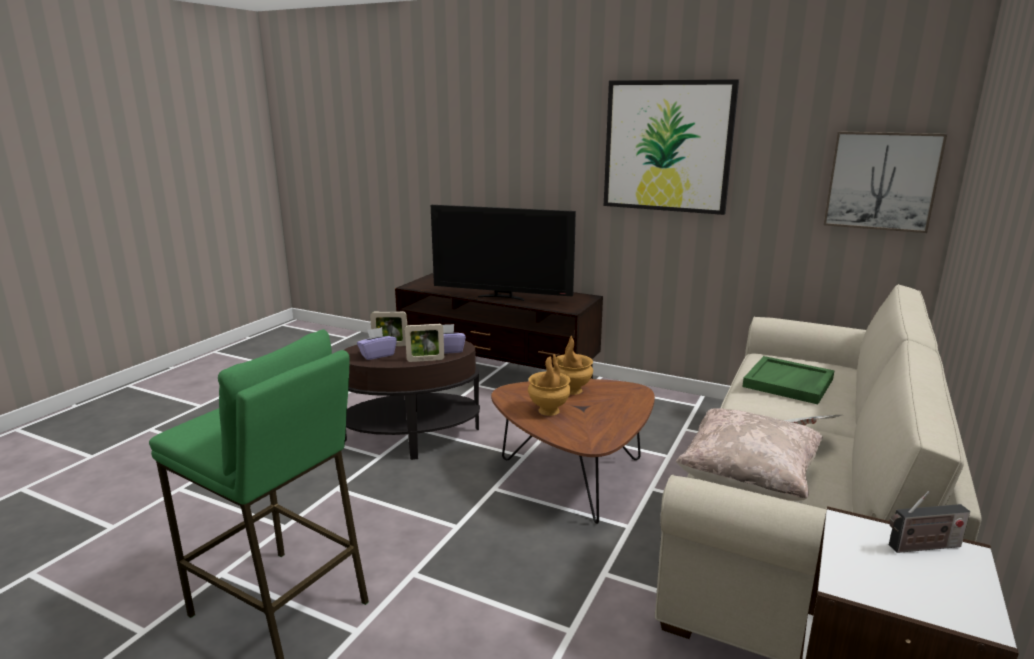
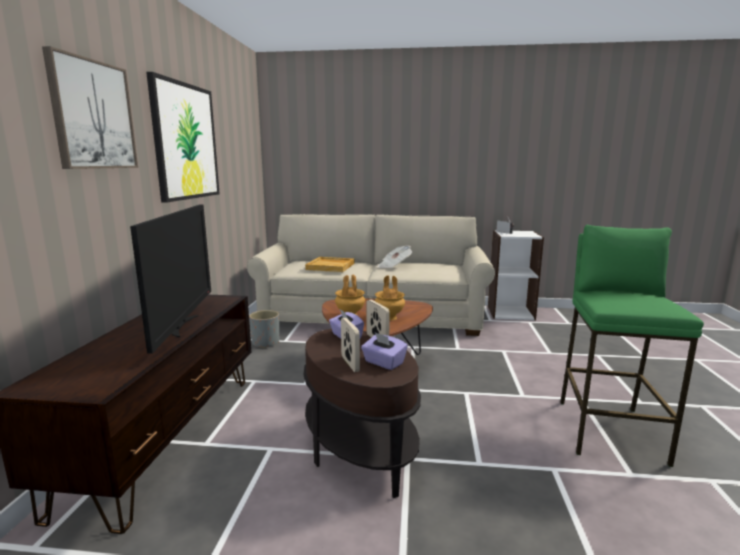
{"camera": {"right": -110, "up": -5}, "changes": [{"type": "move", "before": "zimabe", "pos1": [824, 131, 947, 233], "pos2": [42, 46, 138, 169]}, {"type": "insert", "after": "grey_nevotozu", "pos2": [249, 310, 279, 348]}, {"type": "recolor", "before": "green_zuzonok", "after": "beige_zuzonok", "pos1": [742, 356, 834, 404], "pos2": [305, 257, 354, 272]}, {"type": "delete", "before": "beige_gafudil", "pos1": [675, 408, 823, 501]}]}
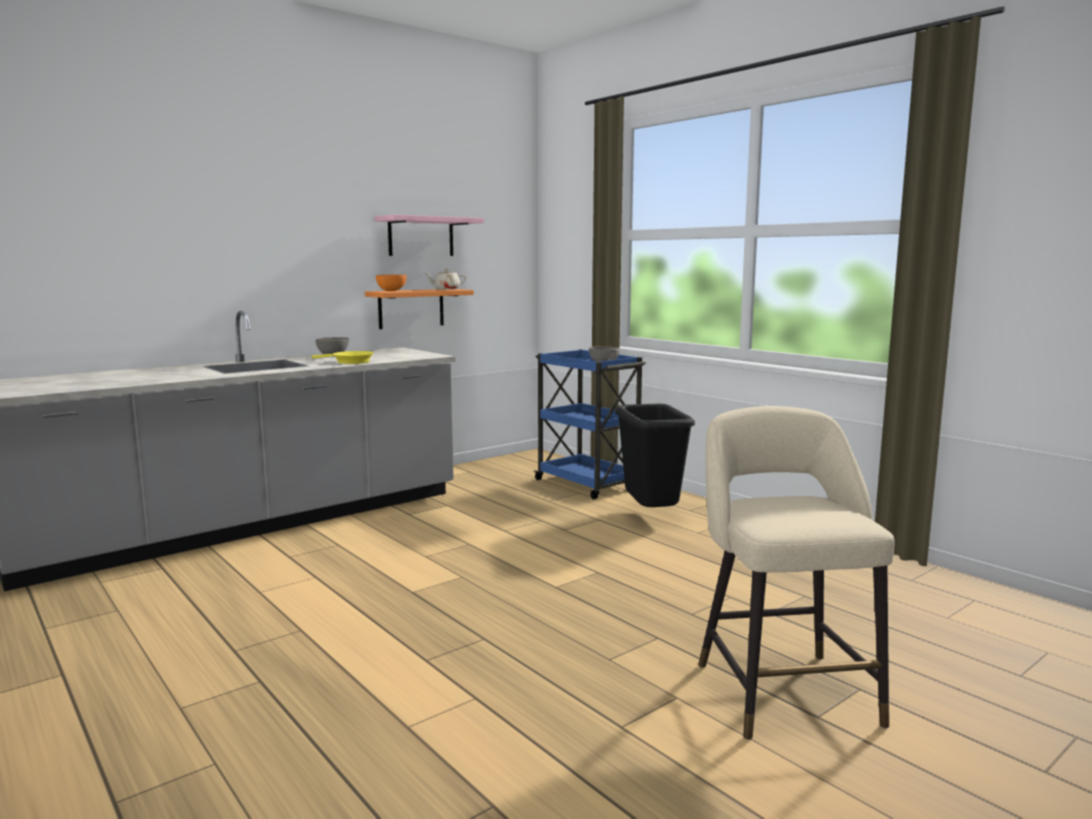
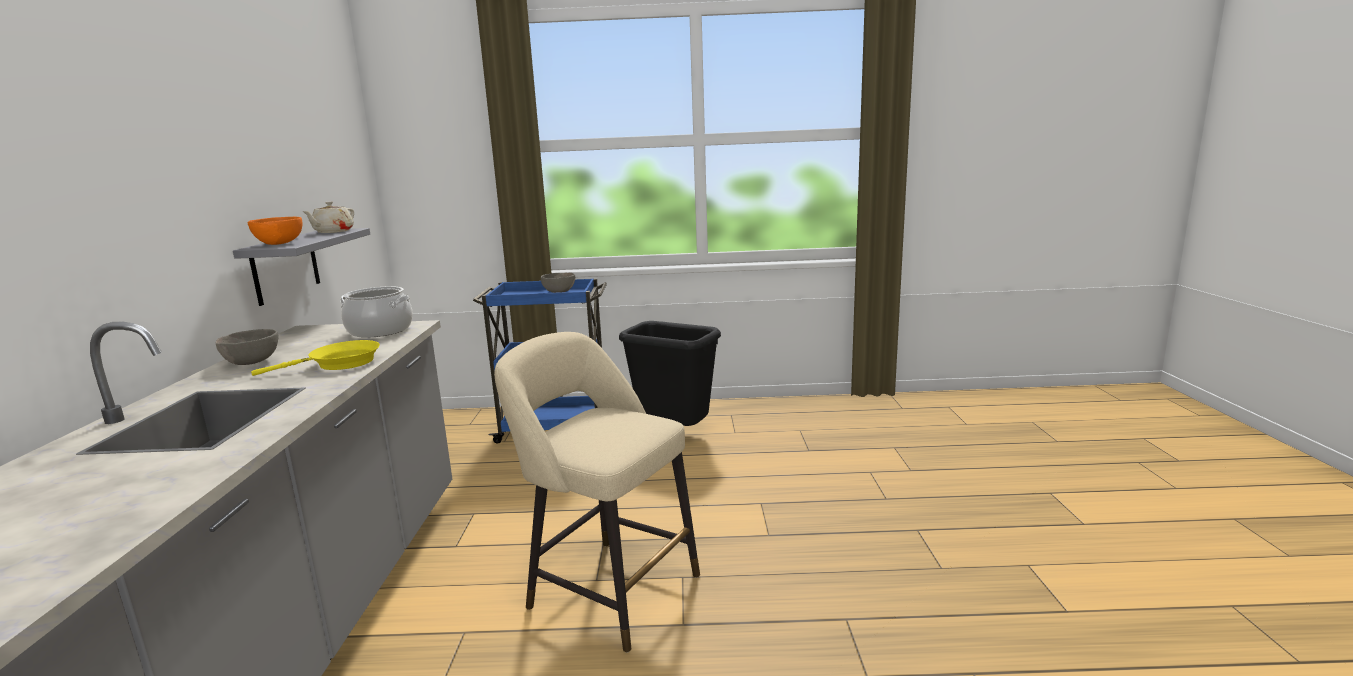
{"camera": {"right": -50, "up": 5}, "changes": [{"type": "recolor", "before": "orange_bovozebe", "after": "grey_bovozebe", "pos1": [365, 289, 474, 329], "pos2": [233, 228, 370, 306]}, {"type": "insert", "after": "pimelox", "pos2": [340, 286, 413, 338]}, {"type": "move", "before": "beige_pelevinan", "pos1": [698, 406, 895, 740], "pos2": [494, 332, 700, 653]}, {"type": "delete", "before": "pink_bovozebe", "pos1": [375, 215, 484, 256]}]}
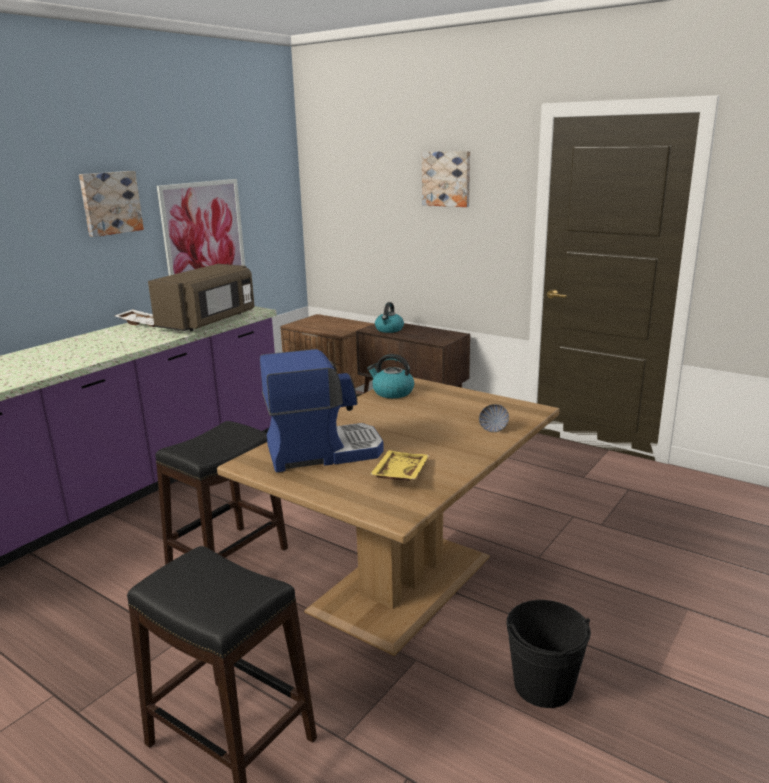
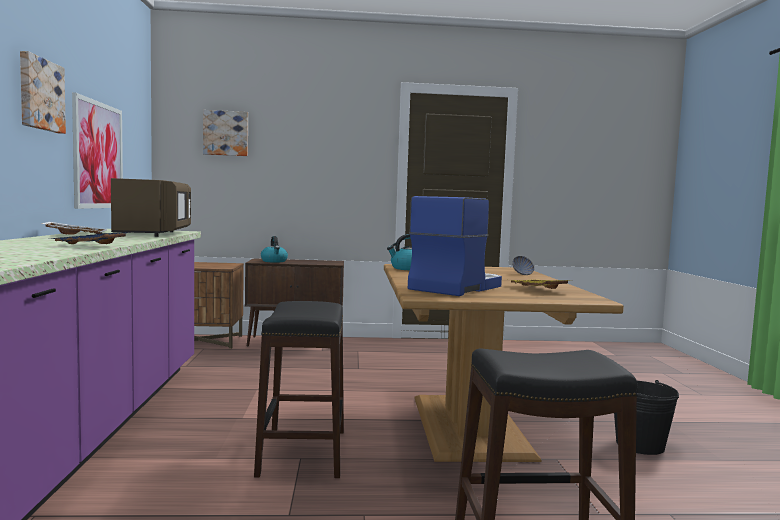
{"camera": {"right": -40, "up": -15}, "changes": [{"type": "insert", "after": "blue_zuzonok", "pos2": [47, 232, 132, 244]}, {"type": "move", "before": "zimabe", "pos1": [422, 151, 470, 207], "pos2": [203, 110, 248, 156]}]}
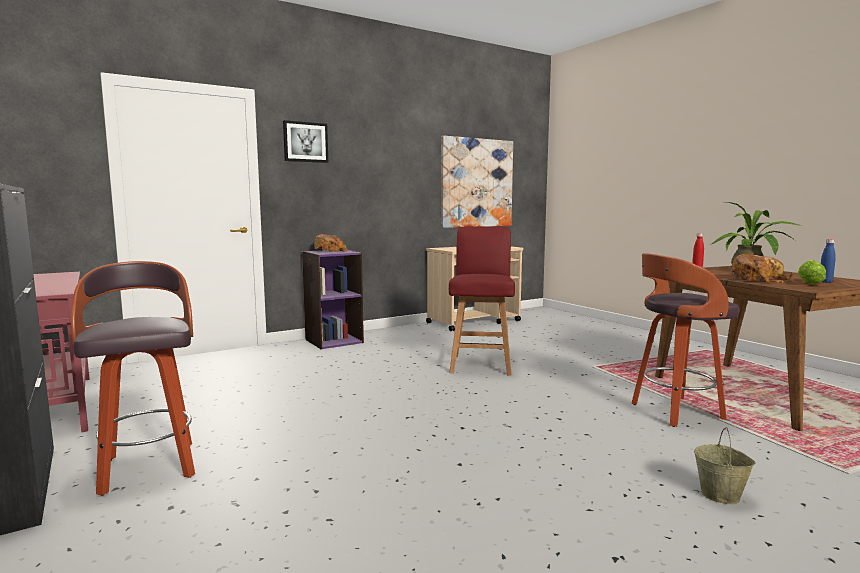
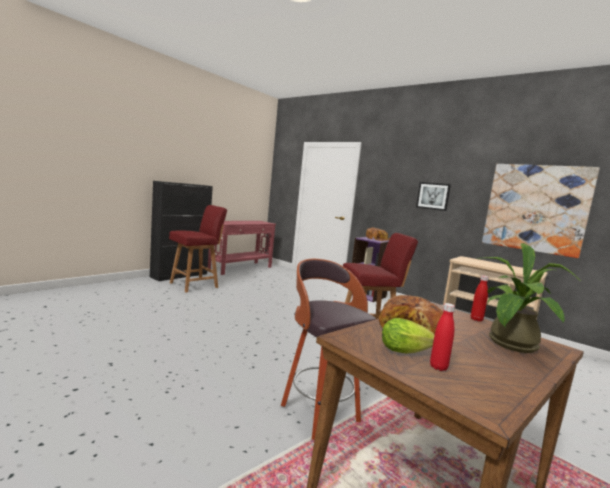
{"camera": {"right": 70, "up": 0}, "changes": [{"type": "replace", "before": "pelevinan", "after": "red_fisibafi", "pos1": [71, 261, 195, 496], "pos2": [169, 205, 227, 292]}, {"type": "move", "before": "zimabe", "pos1": [283, 120, 328, 163], "pos2": [416, 182, 451, 211]}, {"type": "recolor", "before": "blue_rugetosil", "after": "red_rugetosil", "pos1": [821, 239, 836, 283], "pos2": [430, 303, 455, 371]}, {"type": "delete", "before": "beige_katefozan", "pos1": [694, 427, 755, 504]}]}
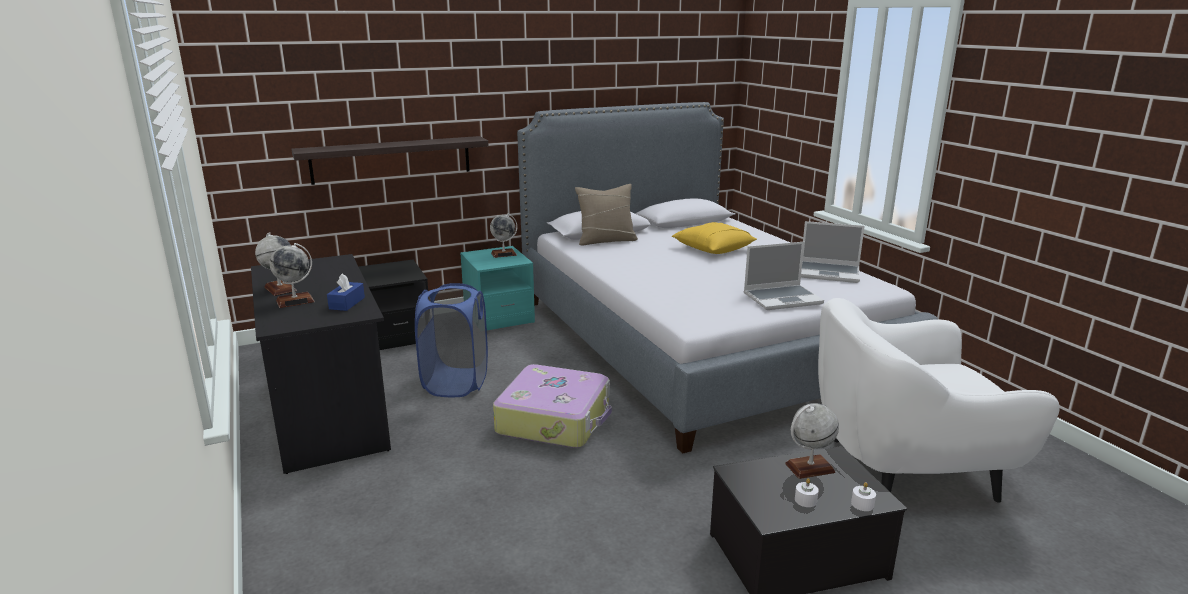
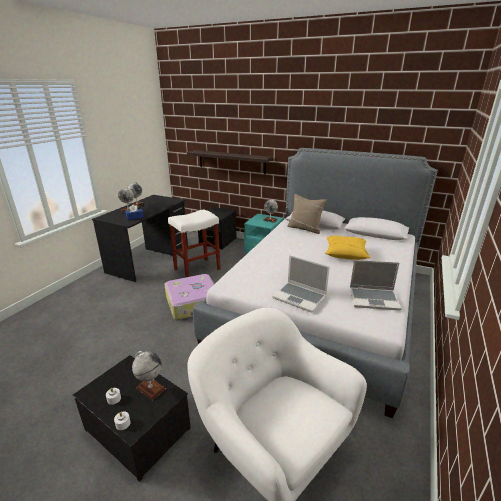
{"camera": {"right": 50, "up": 5}, "changes": [{"type": "replace", "before": "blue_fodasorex", "after": "white_pelevinan", "pos1": [415, 283, 488, 397], "pos2": [168, 209, 221, 278]}, {"type": "rotate", "before": "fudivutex", "pos1": [801, 221, 865, 283], "pos2": [350, 260, 402, 311], "turn": -60}]}
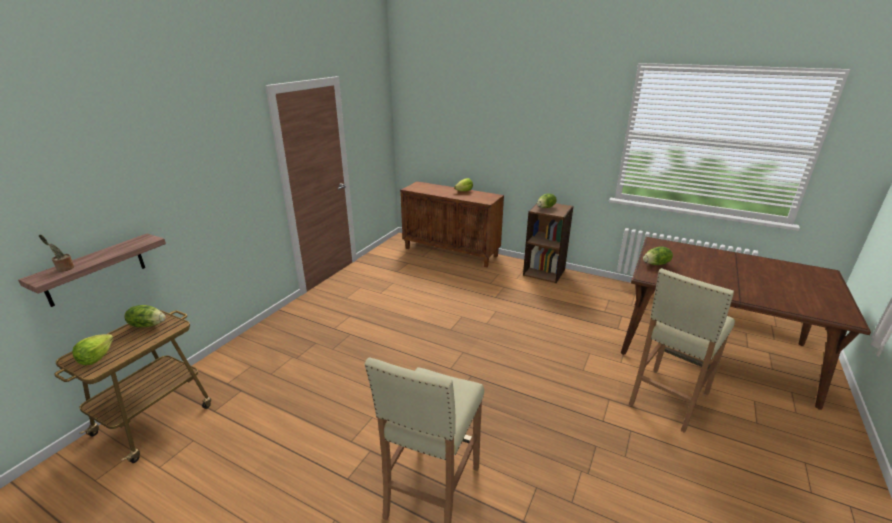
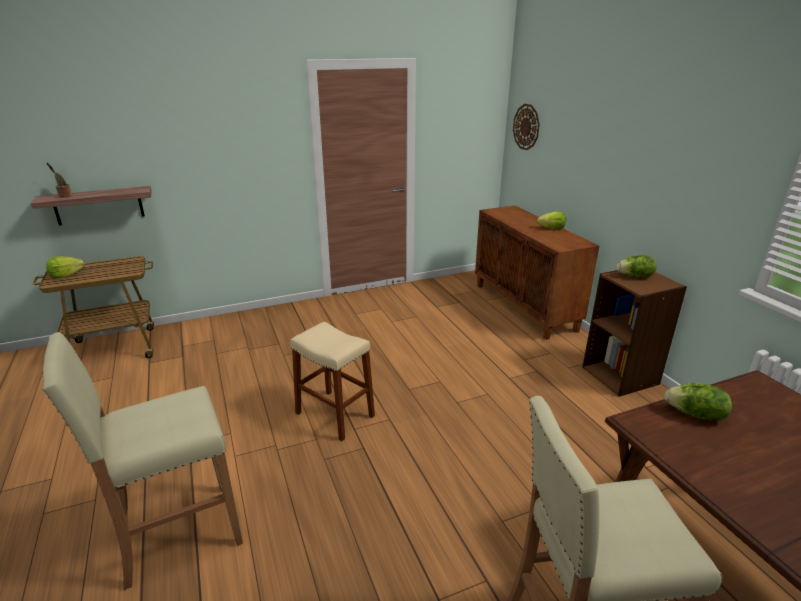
{"camera": {"right": 40, "up": 0}, "changes": [{"type": "insert", "after": "beige_pelevinan", "pos2": [290, 322, 375, 441]}, {"type": "insert", "after": "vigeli", "pos2": [513, 104, 540, 150]}, {"type": "delete", "before": "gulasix", "pos1": [124, 305, 166, 327]}]}
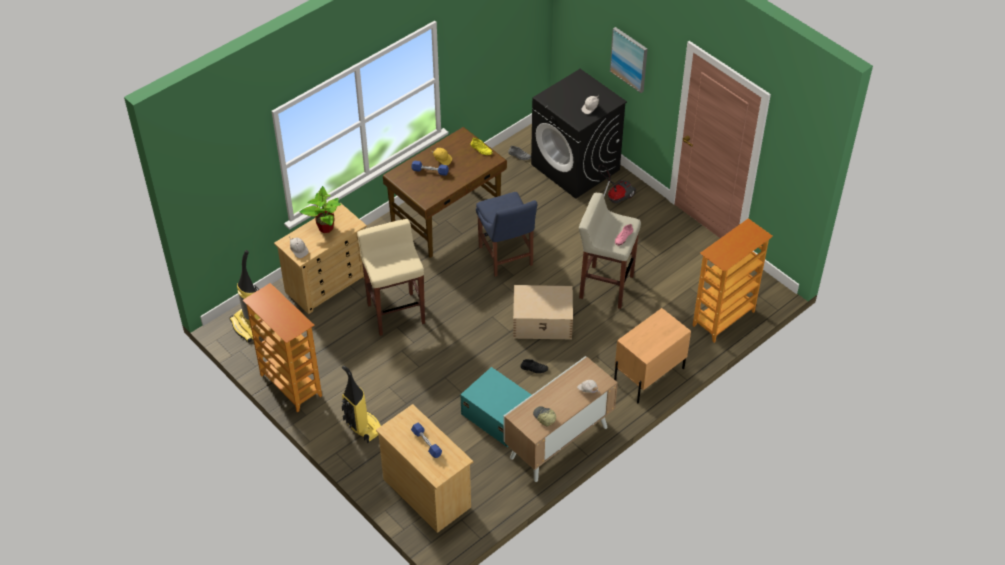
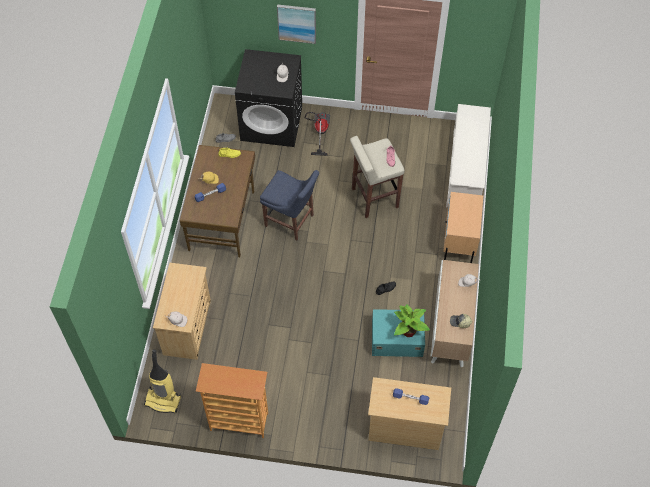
{"camera": {"right": -40, "up": 10}, "changes": [{"type": "move", "before": "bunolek", "pos1": [299, 186, 341, 233], "pos2": [394, 304, 430, 337]}, {"type": "replace", "before": "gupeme", "after": "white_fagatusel", "pos1": [693, 218, 773, 343], "pos2": [446, 104, 491, 208]}, {"type": "delete", "before": "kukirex", "pos1": [342, 366, 381, 443]}, {"type": "delete", "before": "beige_pelevinan", "pos1": [357, 219, 425, 336]}, {"type": "delete", "before": "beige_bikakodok", "pos1": [513, 285, 573, 339]}]}
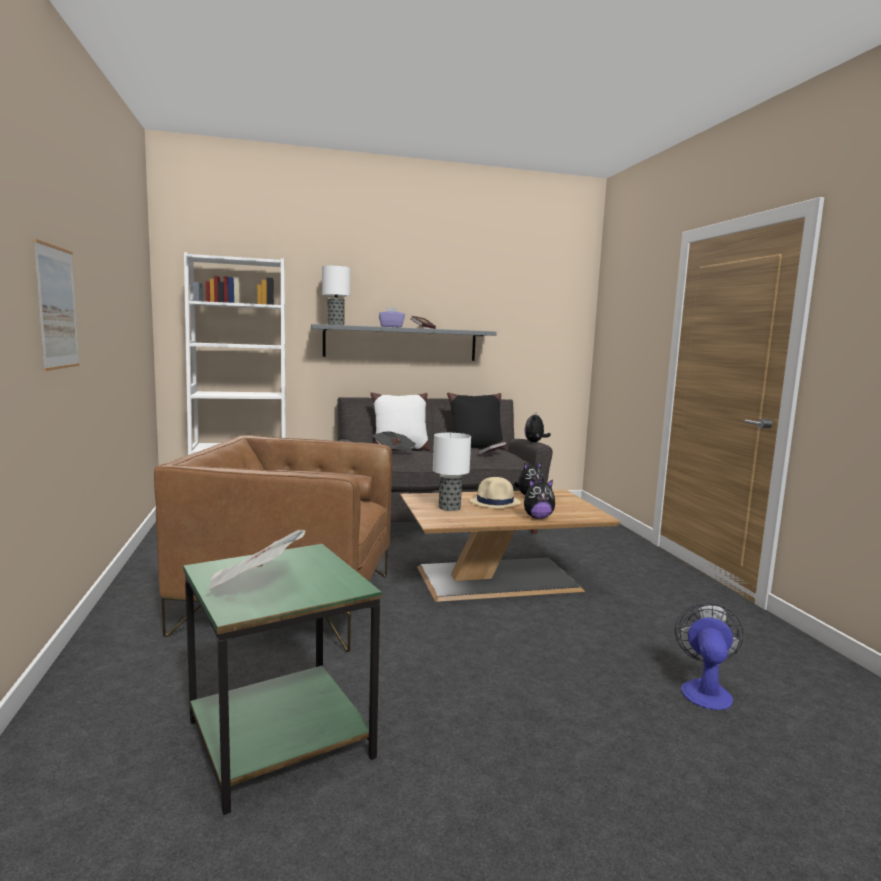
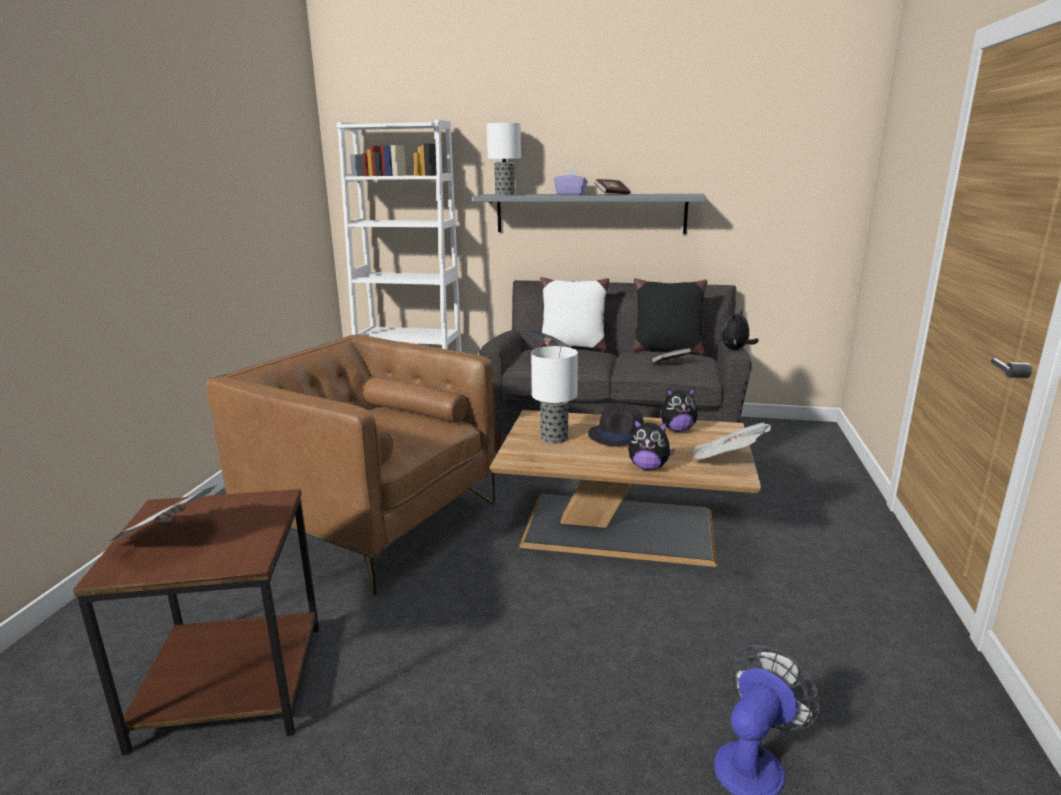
{"camera": {"right": 25, "up": 10}, "changes": [{"type": "recolor", "before": "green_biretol", "after": "brown_biretol", "pos1": [183, 544, 382, 815], "pos2": [73, 489, 319, 755]}, {"type": "recolor", "before": "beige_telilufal", "after": "black_telilufal", "pos1": [470, 477, 521, 508], "pos2": [588, 403, 644, 447]}, {"type": "insert", "after": "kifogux", "pos2": [693, 422, 771, 461]}, {"type": "delete", "before": "zimabe", "pos1": [34, 239, 80, 371]}]}
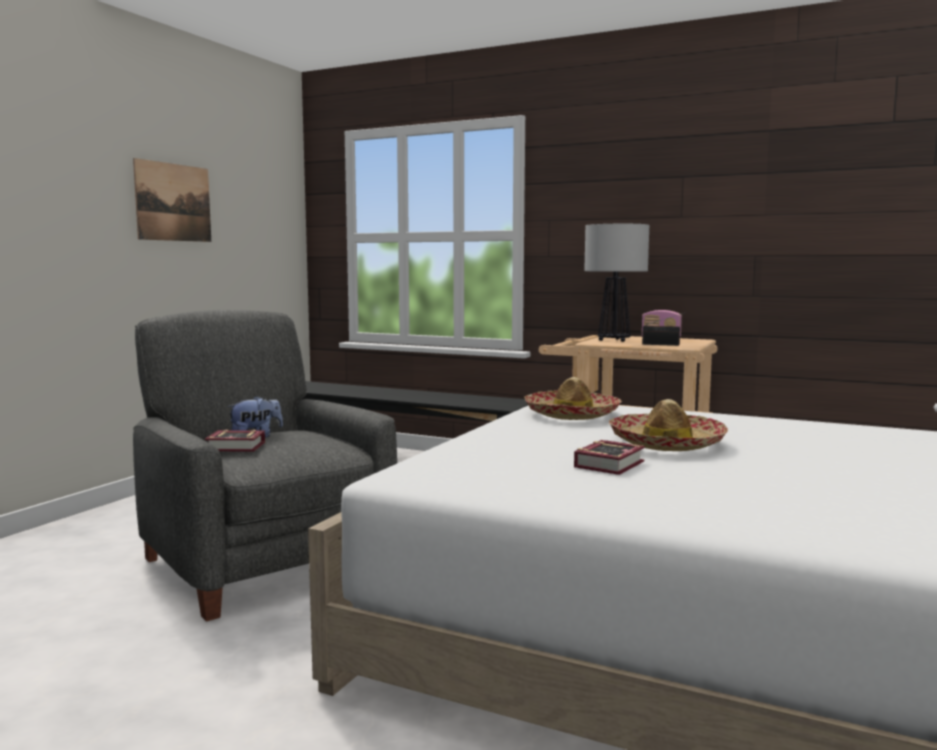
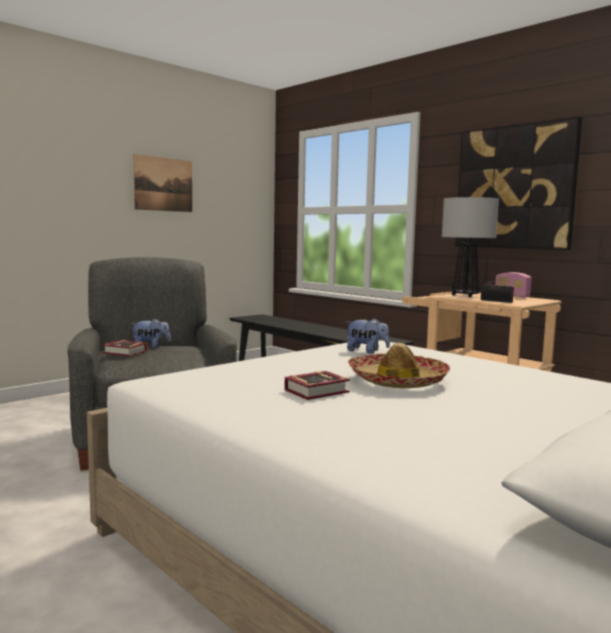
{"camera": {"right": 20, "up": 0}, "changes": [{"type": "replace", "before": "telilufal", "after": "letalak", "pos1": [524, 377, 622, 420], "pos2": [346, 318, 390, 354]}, {"type": "insert", "after": "zimabe", "pos2": [455, 117, 582, 250]}]}
